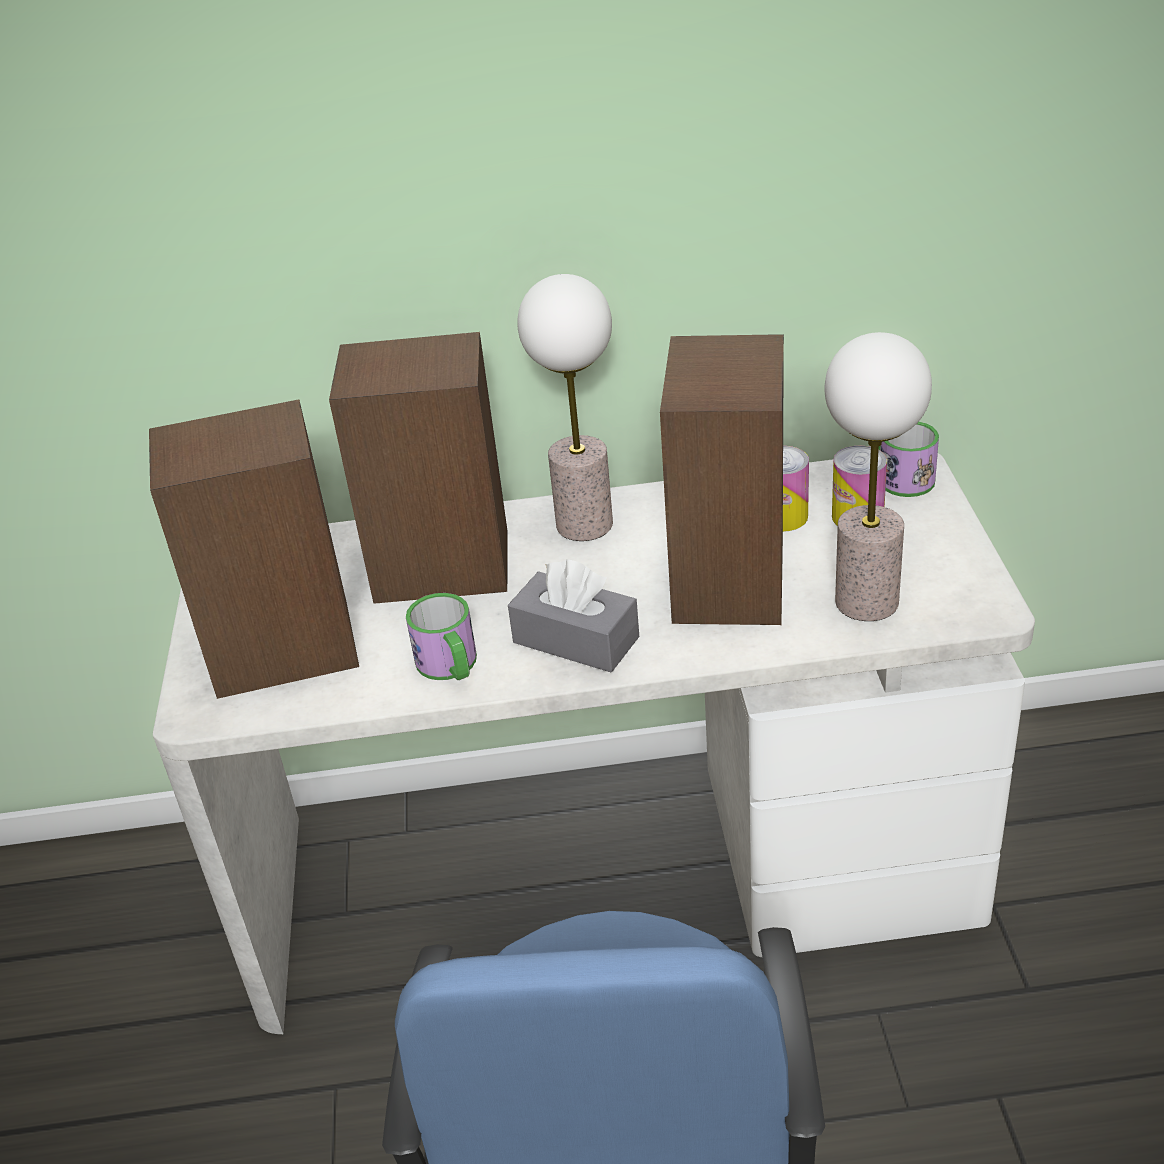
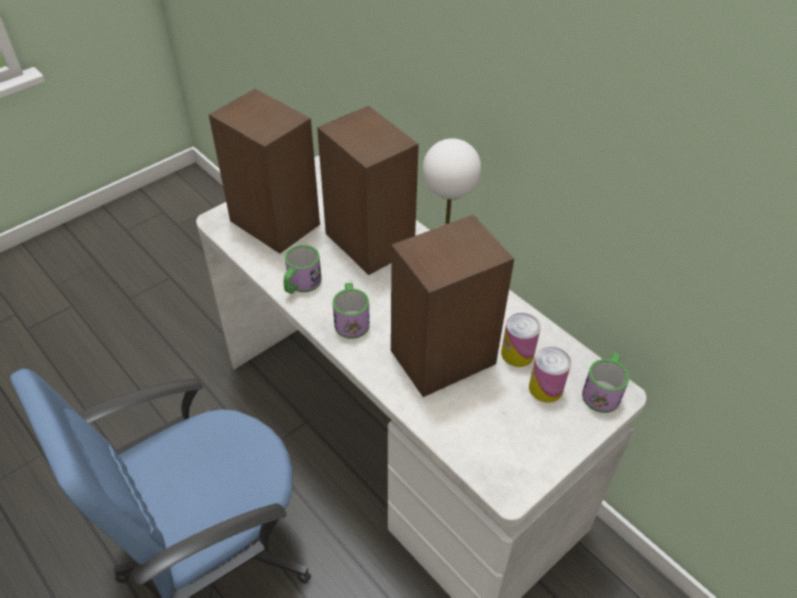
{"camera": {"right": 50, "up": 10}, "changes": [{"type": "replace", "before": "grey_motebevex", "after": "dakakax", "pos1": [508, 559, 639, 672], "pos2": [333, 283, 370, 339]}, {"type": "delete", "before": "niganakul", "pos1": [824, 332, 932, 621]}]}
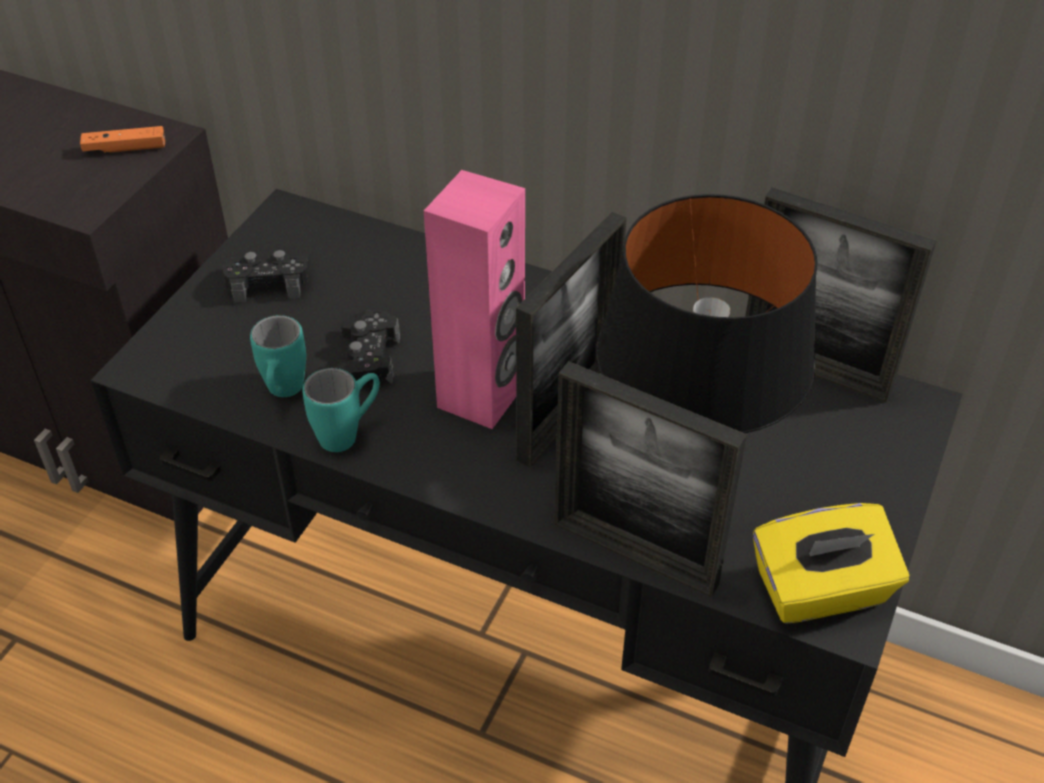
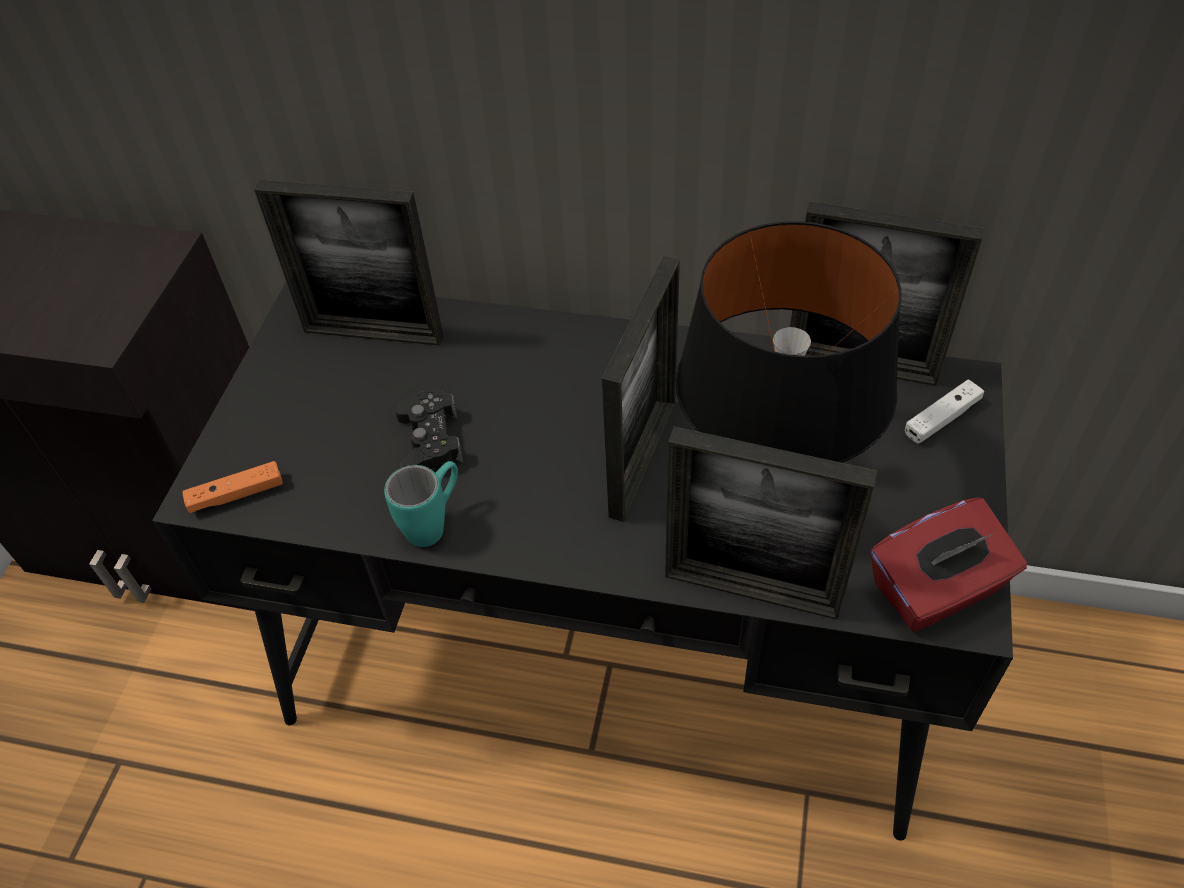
{"camera": {"right": -10, "up": 5}, "changes": [{"type": "move", "before": "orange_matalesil", "pos1": [80, 126, 165, 153], "pos2": [183, 461, 282, 513]}, {"type": "insert", "after": "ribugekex", "pos2": [254, 180, 444, 346]}, {"type": "recolor", "before": "yellow_motebevex", "after": "red_motebevex", "pos1": [753, 503, 910, 624], "pos2": [871, 497, 1027, 632]}, {"type": "insert", "after": "white_matalesil", "pos2": [905, 379, 984, 444]}, {"type": "delete", "before": "black_matalesil", "pos1": [223, 250, 311, 303]}, {"type": "delete", "before": "turquoise_dakakax", "pos1": [250, 315, 306, 397]}, {"type": "delete", "before": "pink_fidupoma", "pos1": [424, 170, 525, 429]}]}
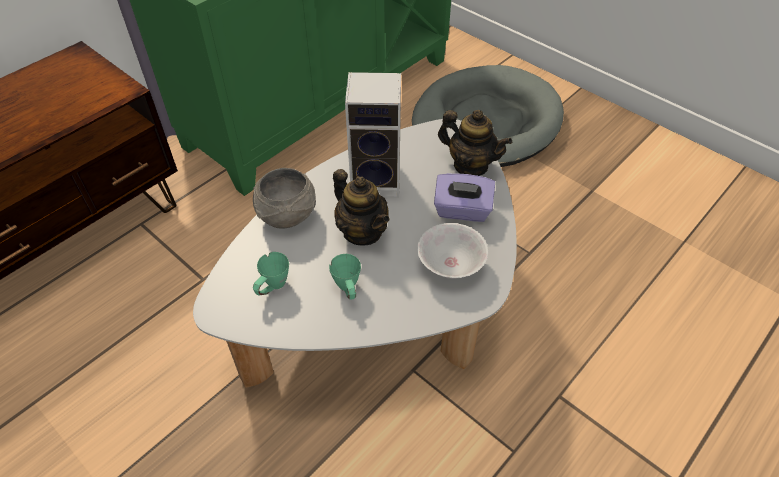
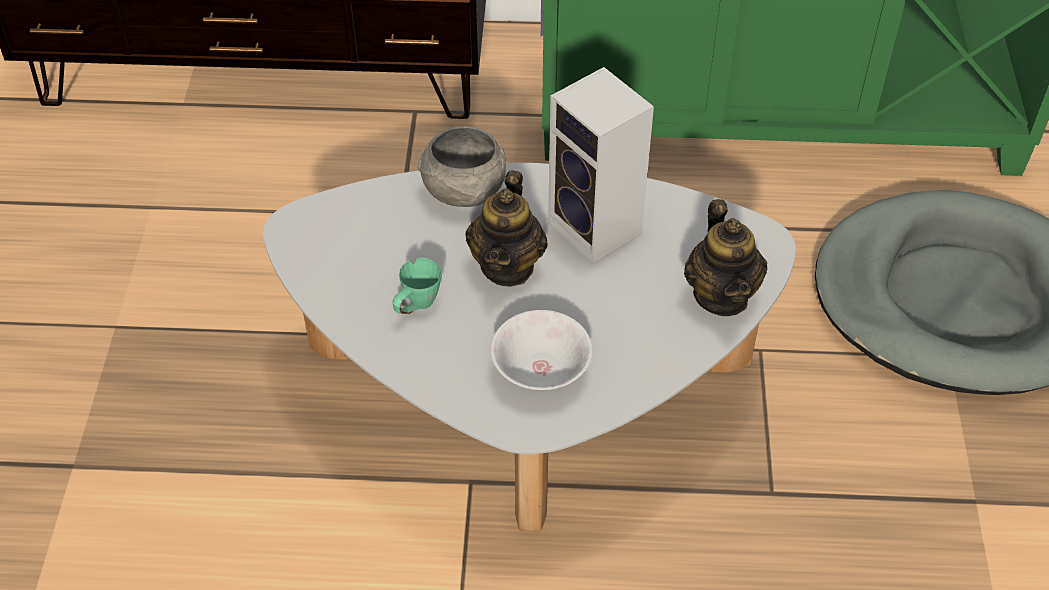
{"camera": {"right": 50, "up": 0}, "changes": [{"type": "delete", "before": "green_dakakax", "pos1": [253, 252, 289, 295]}, {"type": "delete", "before": "purple_motebevex", "pos1": [434, 173, 495, 222]}]}
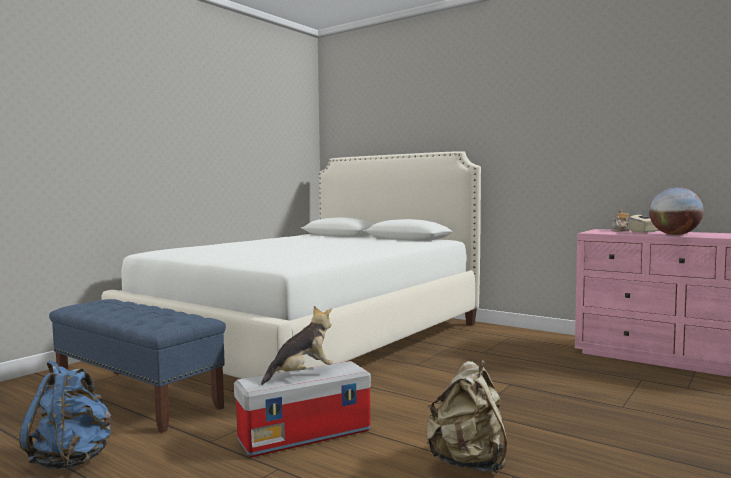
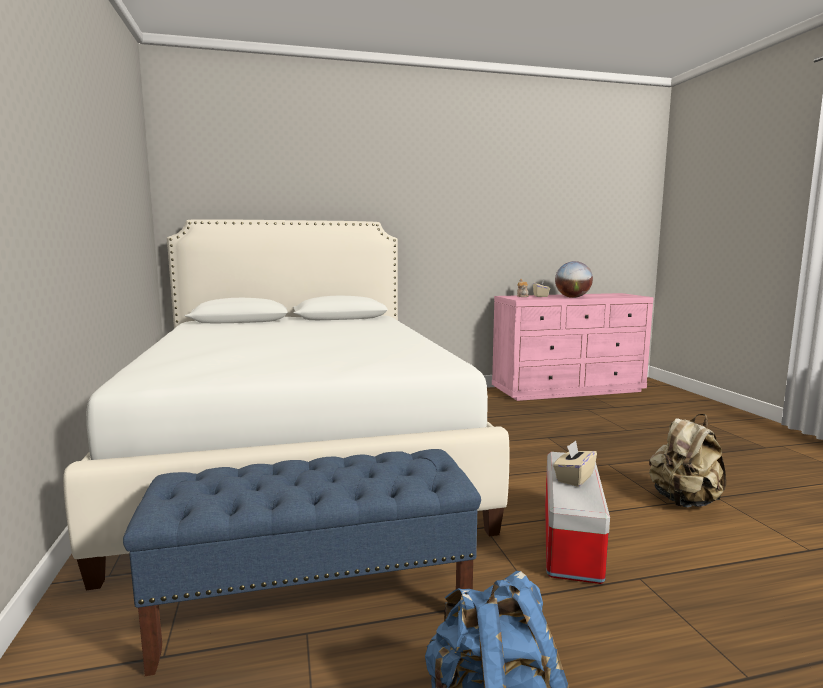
{"camera": {"right": -50, "up": 5}, "changes": [{"type": "replace", "before": "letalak", "after": "beige_motebevex", "pos1": [261, 306, 333, 385], "pos2": [553, 441, 597, 487]}]}
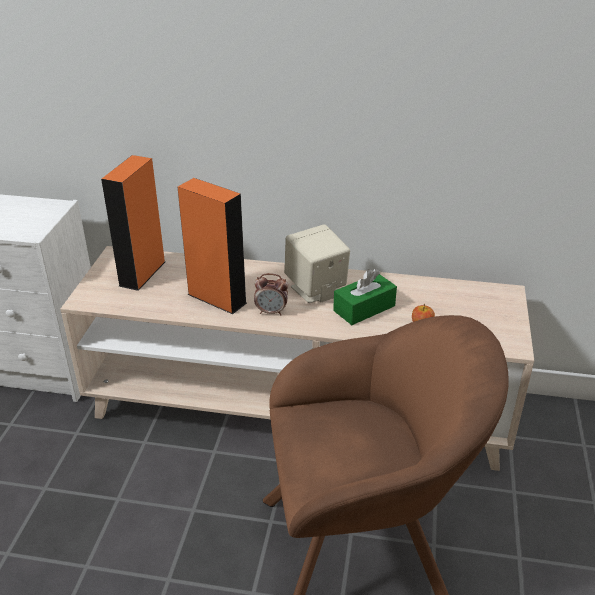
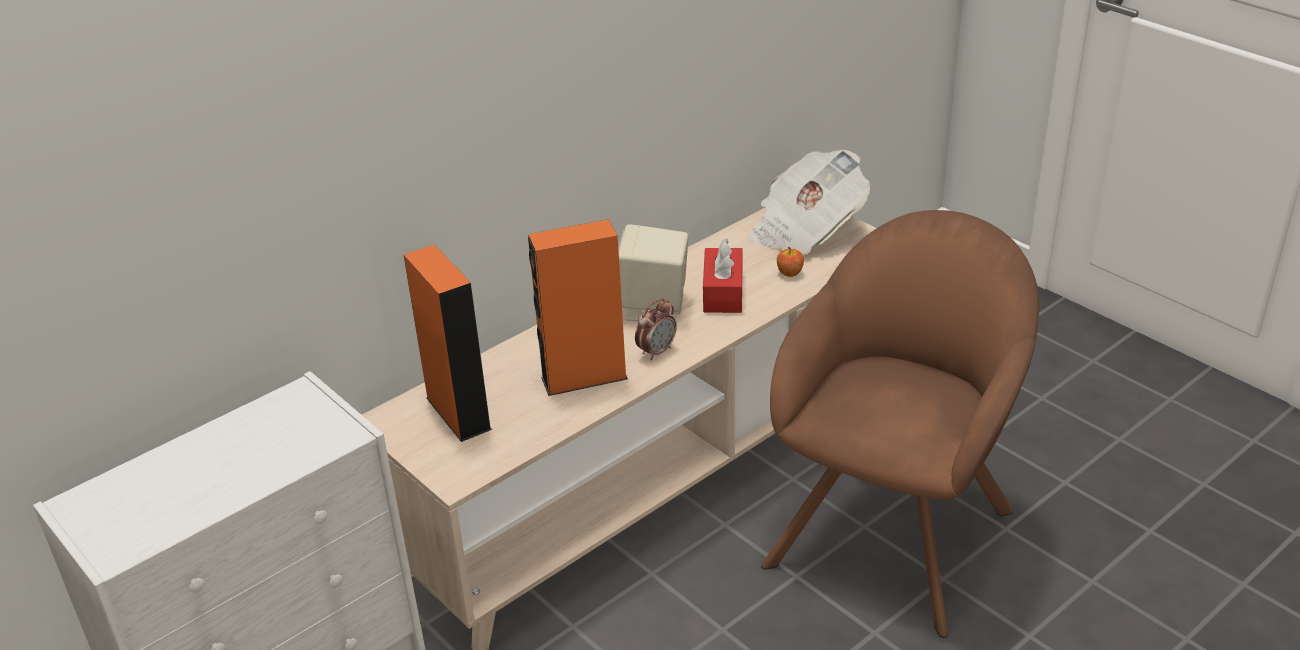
{"camera": {"right": -50, "up": 0}, "changes": [{"type": "recolor", "before": "green_motebevex", "after": "red_motebevex", "pos1": [333, 269, 397, 325], "pos2": [703, 238, 742, 313]}, {"type": "insert", "after": "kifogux", "pos2": [749, 150, 870, 254]}]}
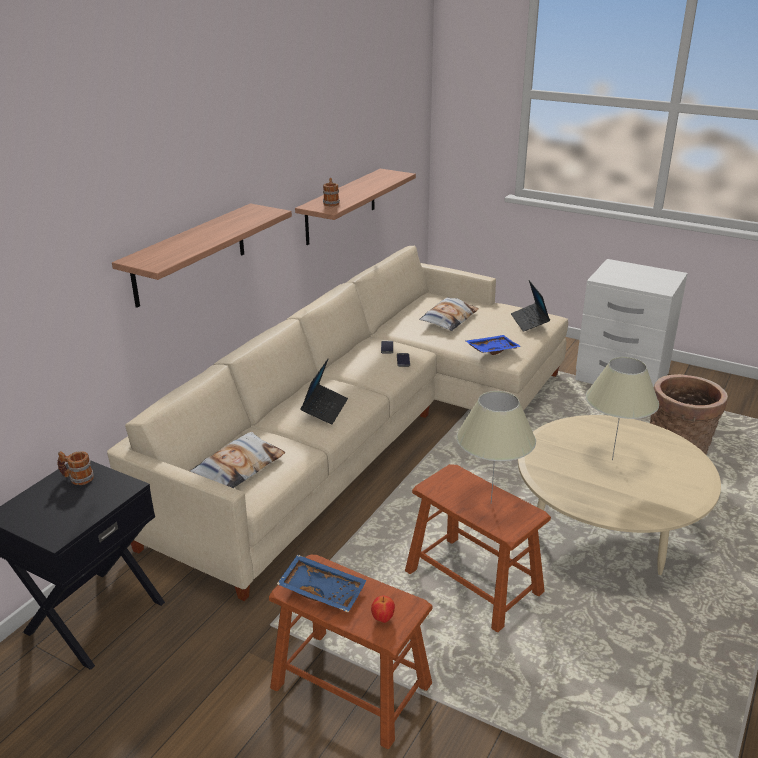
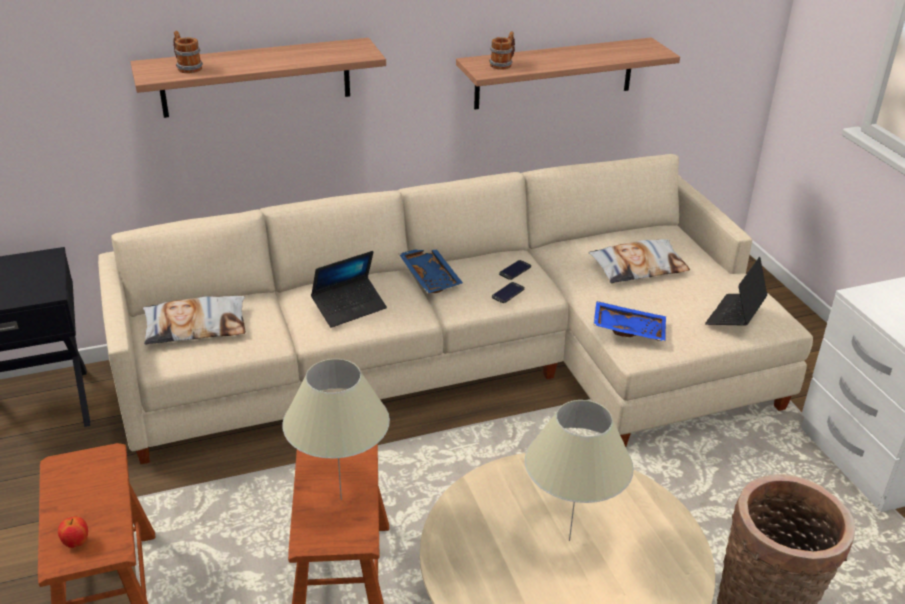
{"camera": {"right": 40, "up": 5}, "changes": [{"type": "move", "before": "dakakax", "pos1": [57, 451, 94, 485], "pos2": [173, 31, 203, 73]}, {"type": "move", "before": "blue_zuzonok", "pos1": [277, 554, 367, 613], "pos2": [399, 249, 463, 294]}]}
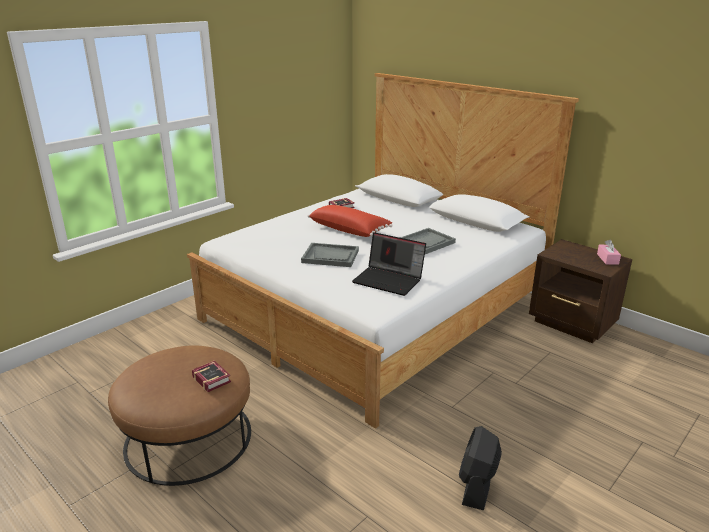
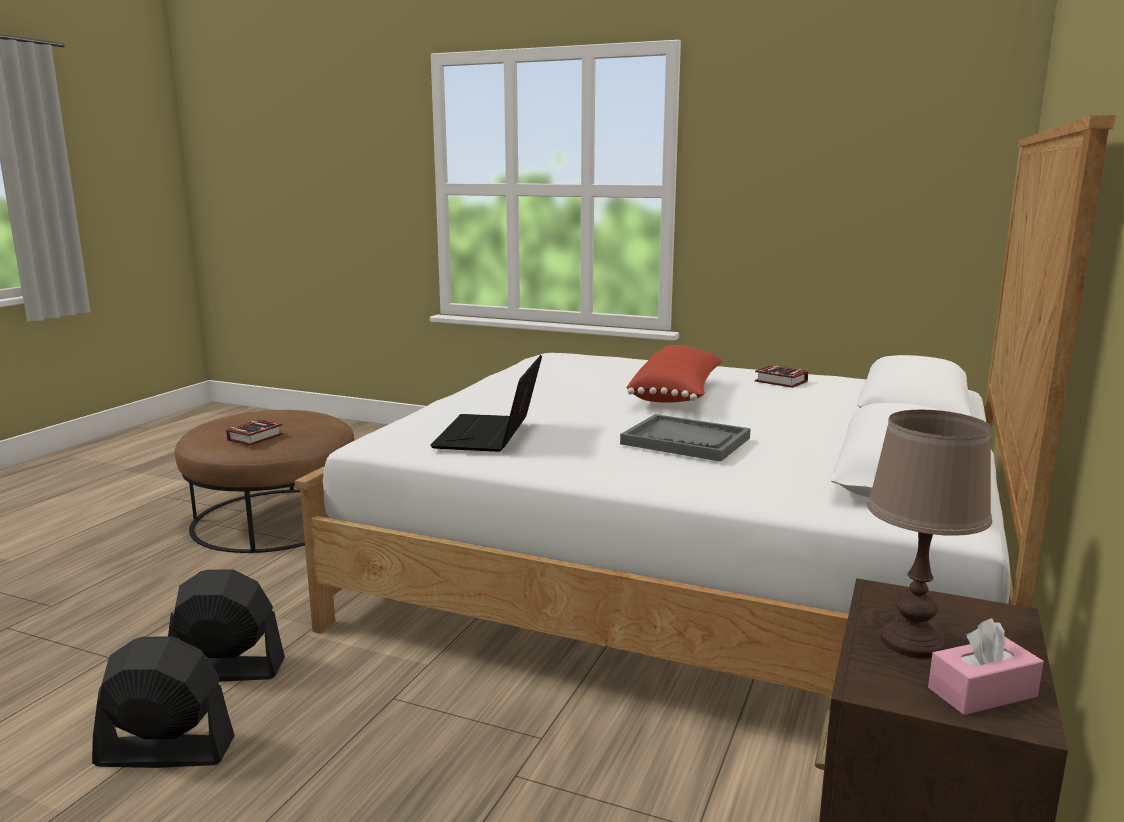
{"camera": {"right": 70, "up": -10}, "changes": [{"type": "insert", "after": "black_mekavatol", "pos2": [168, 569, 285, 682]}, {"type": "insert", "after": "brown_niganakul", "pos2": [867, 410, 992, 659]}, {"type": "delete", "before": "grey_zuzonok", "pos1": [301, 243, 359, 267]}]}
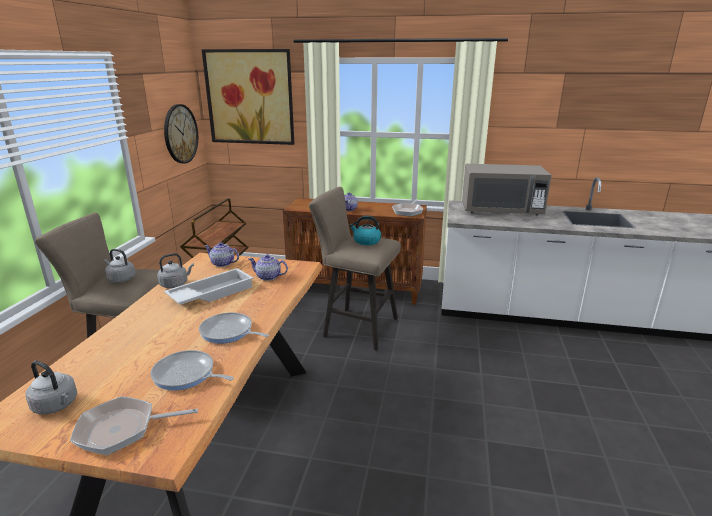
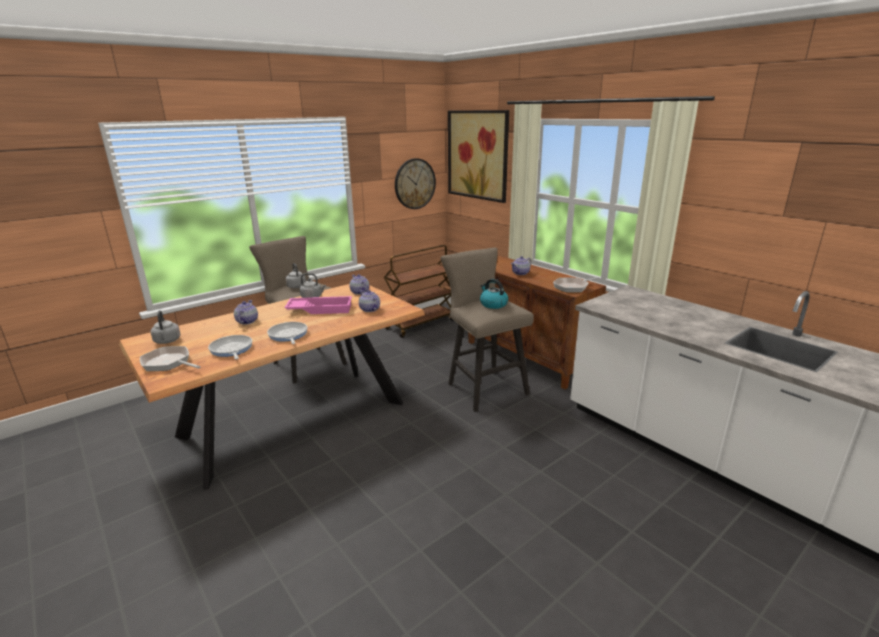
{"camera": {"right": 40, "up": 0}, "changes": [{"type": "insert", "after": "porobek", "pos2": [234, 300, 258, 325]}, {"type": "recolor", "before": "white_zuzonok", "after": "pink_zuzonok", "pos1": [164, 268, 254, 305], "pos2": [284, 296, 352, 314]}, {"type": "delete", "before": "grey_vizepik", "pos1": [462, 164, 552, 216]}]}
